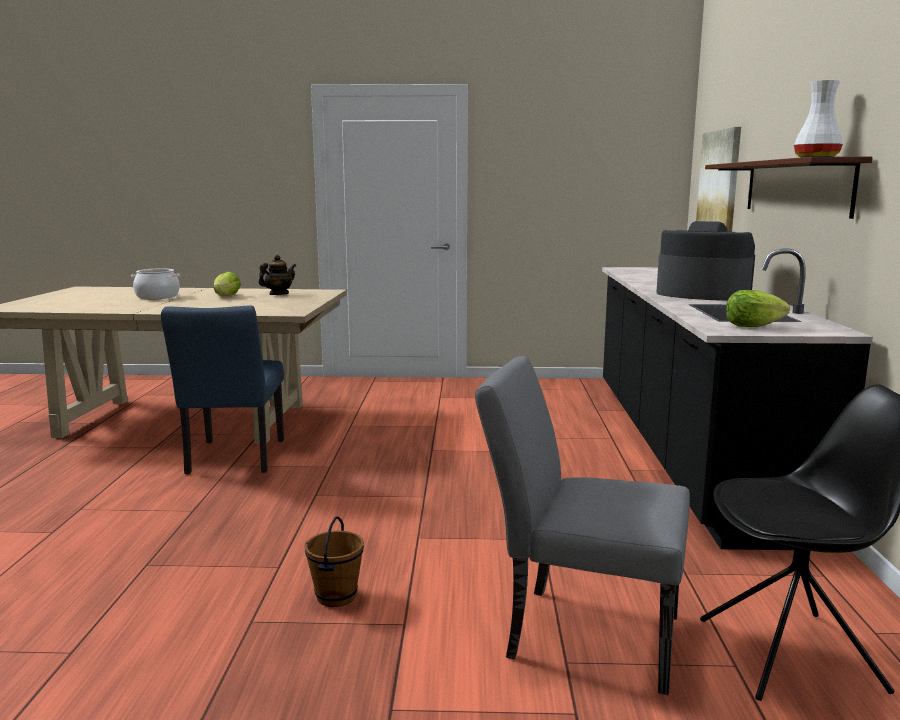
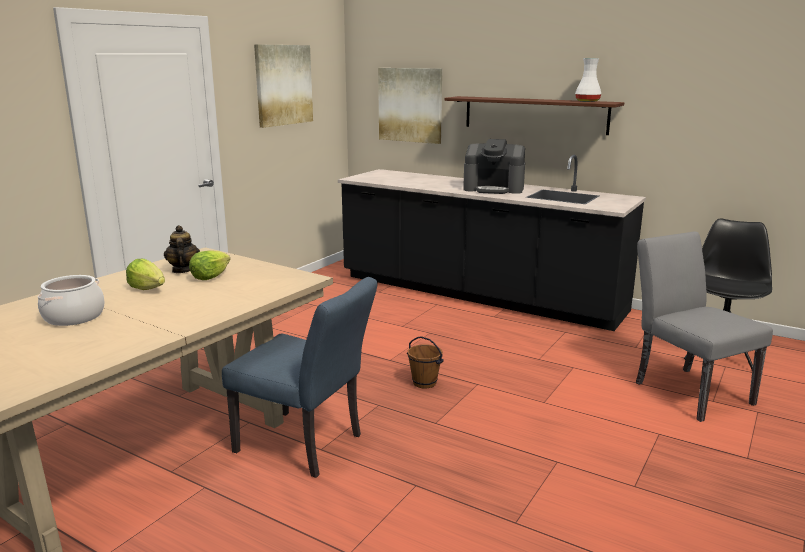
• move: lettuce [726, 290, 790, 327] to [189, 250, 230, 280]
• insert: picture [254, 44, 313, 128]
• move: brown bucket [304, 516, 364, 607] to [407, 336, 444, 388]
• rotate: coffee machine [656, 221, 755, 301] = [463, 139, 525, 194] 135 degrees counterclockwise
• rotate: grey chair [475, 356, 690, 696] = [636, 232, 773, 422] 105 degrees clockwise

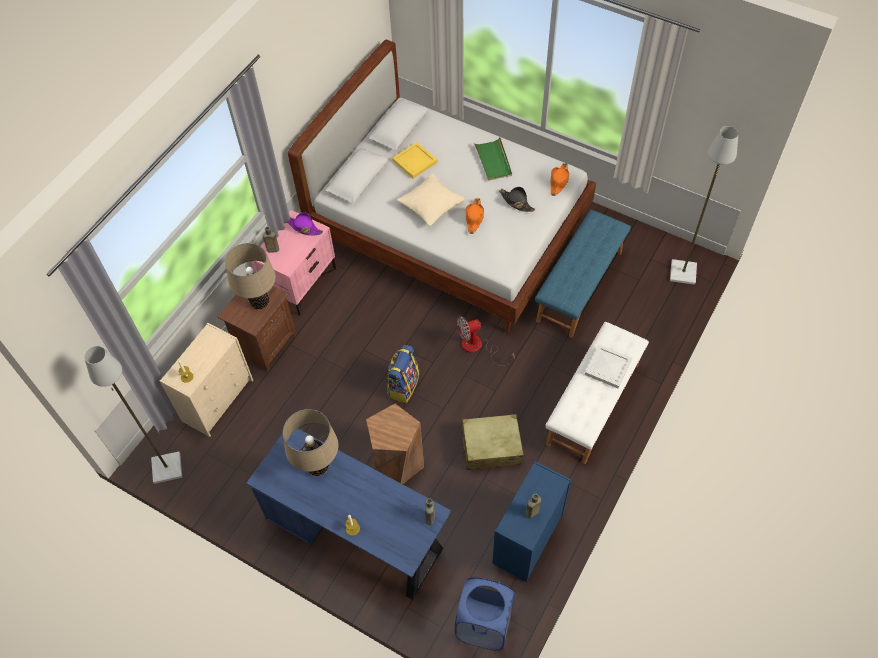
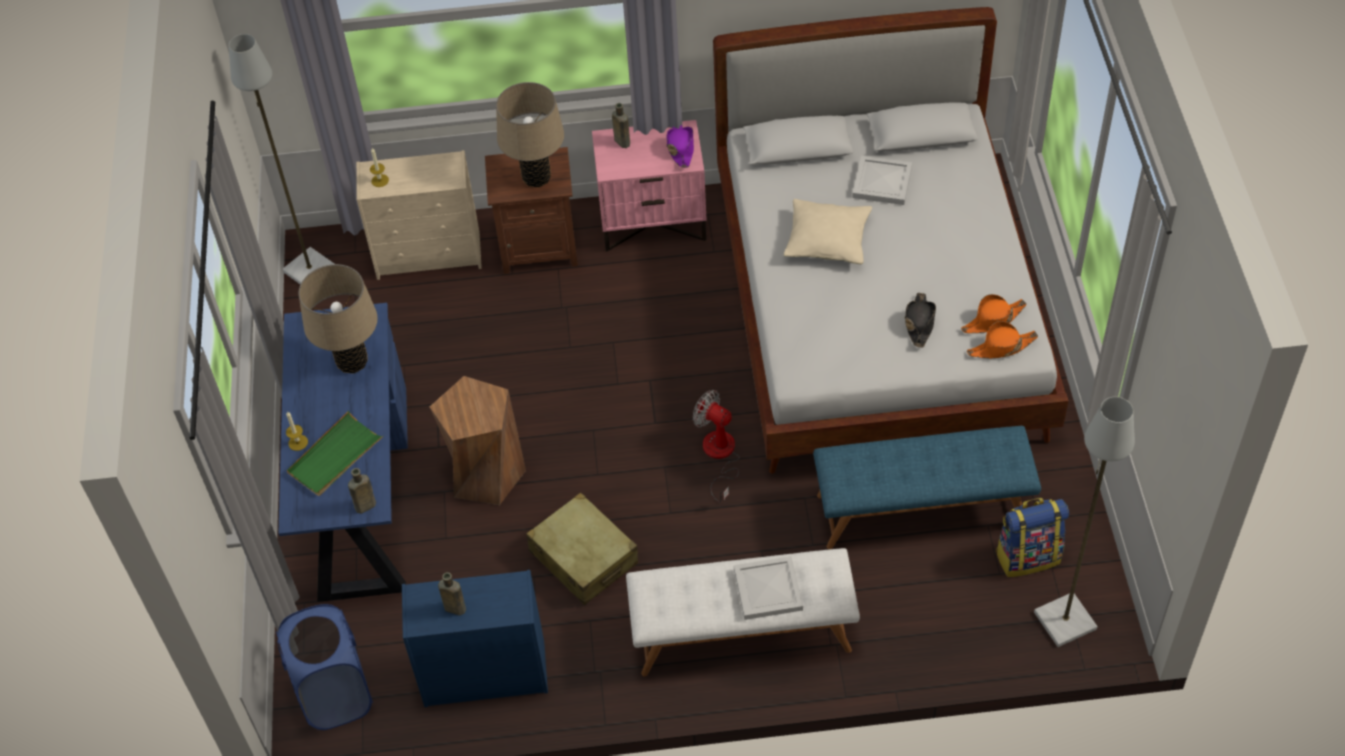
• move: green tray [474, 138, 512, 181] to [287, 411, 383, 496]
• recolor: yellow tray [392, 142, 438, 179] to white tray [852, 156, 912, 205]
• move: orange hat [465, 198, 484, 234] to [961, 294, 1027, 333]
• move: backpack [387, 345, 419, 403] to [996, 498, 1069, 577]

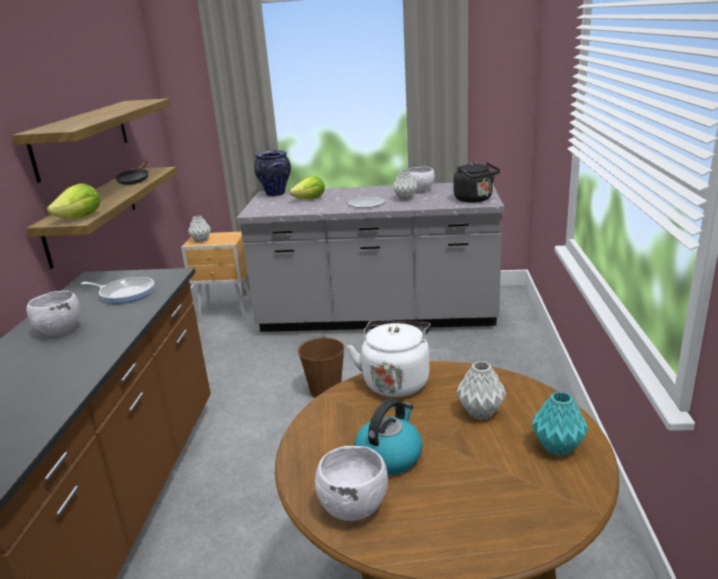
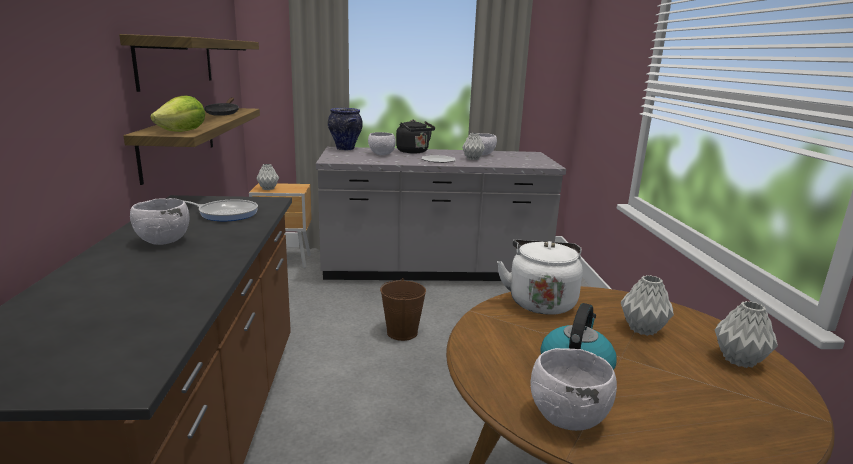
• replace: lettuce [290, 176, 325, 200] to white bowl [368, 132, 396, 155]
• move: black kettle [454, 162, 500, 203] to [396, 120, 435, 153]
• recolor: turquoise vase [532, 391, 588, 456] to grey vase [715, 301, 778, 368]

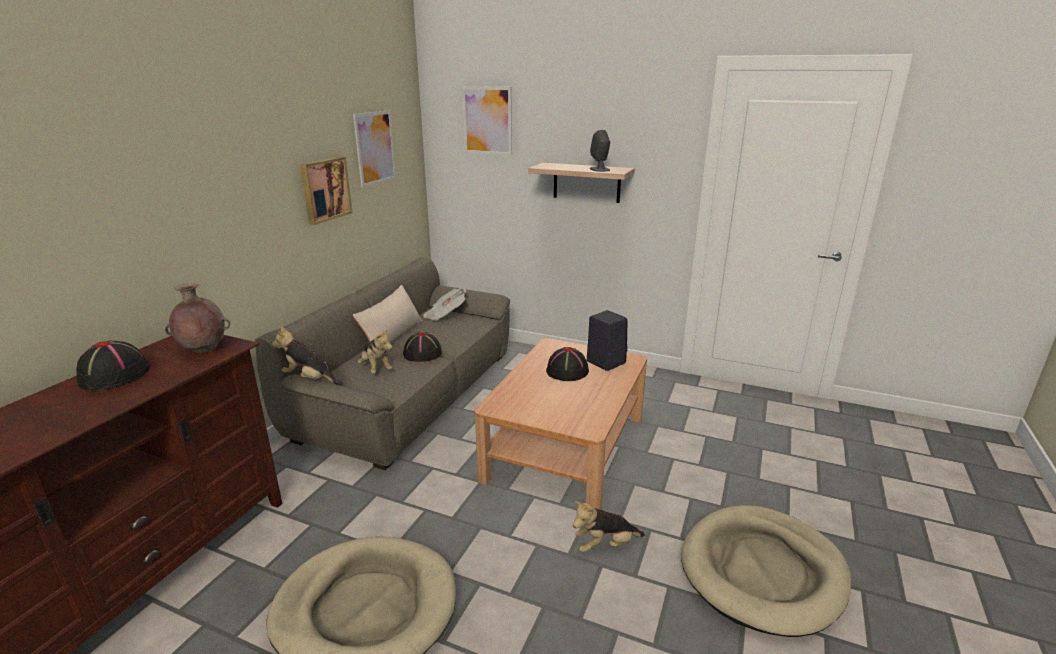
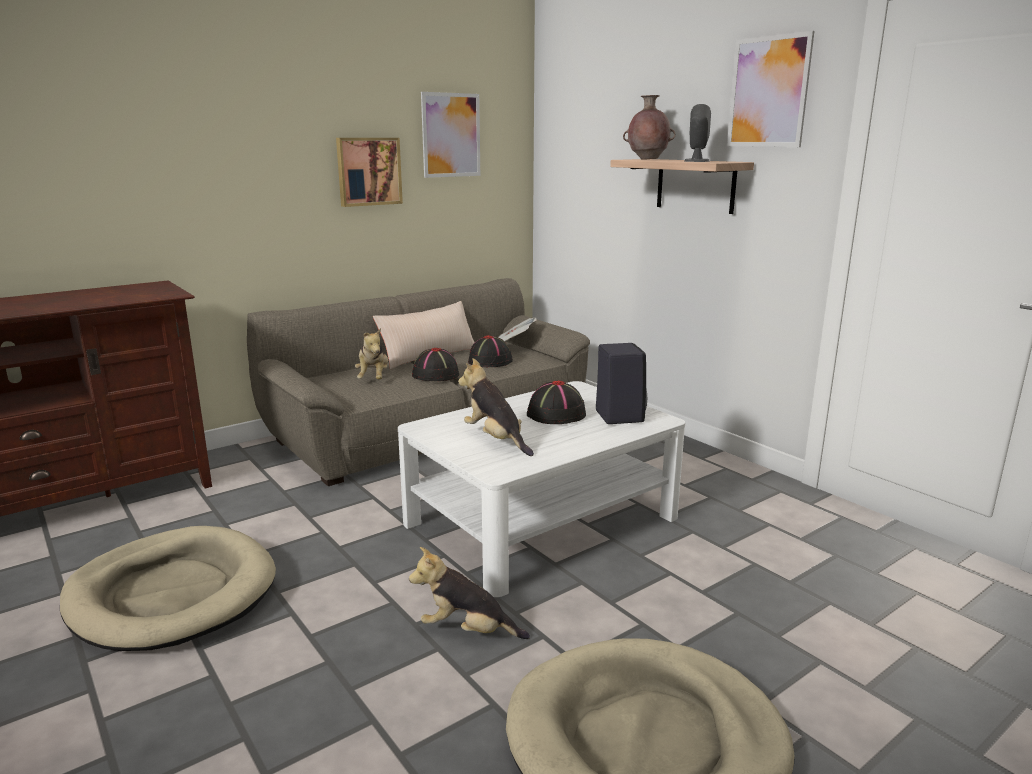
• recolor: brown coffee table [475, 338, 647, 510] to white coffee table [398, 381, 685, 597]
• move: plush toy [272, 326, 343, 386] to [458, 358, 534, 456]
• move: black hat [76, 340, 150, 390] to [468, 335, 513, 367]
• move: brown vase [165, 283, 230, 353] to [623, 95, 676, 160]
• move: picture [462, 86, 512, 155] to [727, 31, 814, 147]

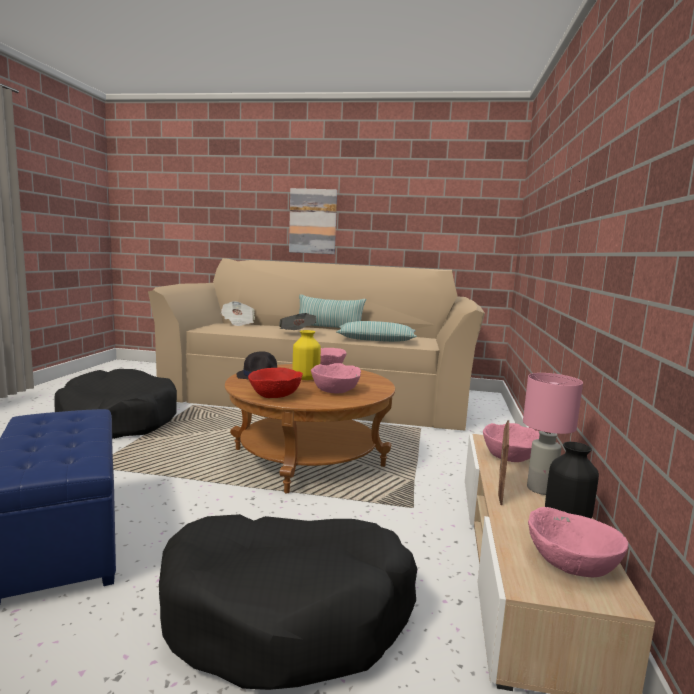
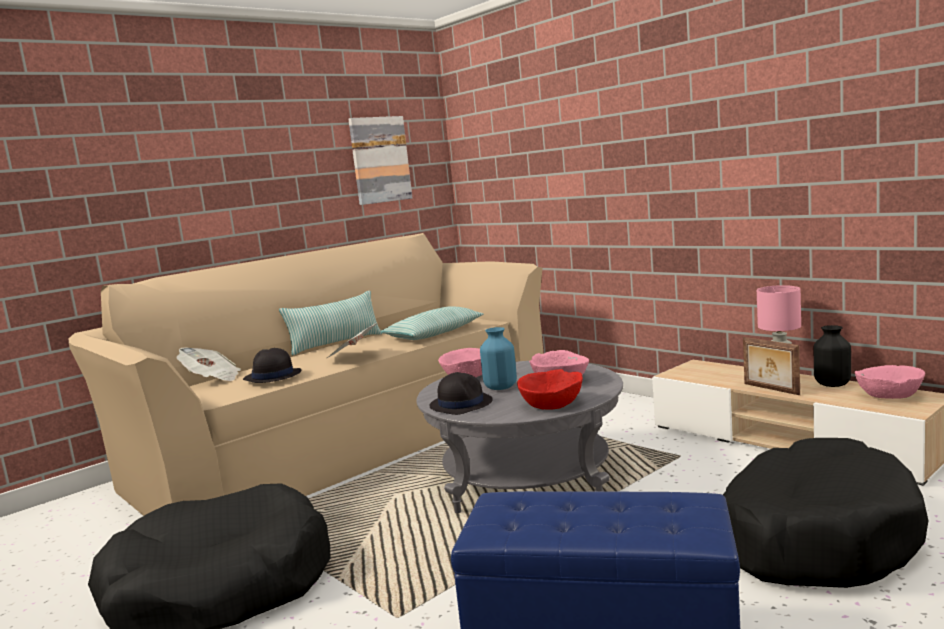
• insert: black hat [243, 348, 301, 383]
• move: picture [289, 188, 337, 254] to [348, 116, 412, 205]
• recolor: brown coffee table [225, 364, 395, 494] to grey coffee table [416, 361, 623, 513]
• recolor: yellow vase [293, 330, 321, 380] to blue vase [480, 327, 517, 390]
• delete: pink bowl [483, 423, 540, 462]

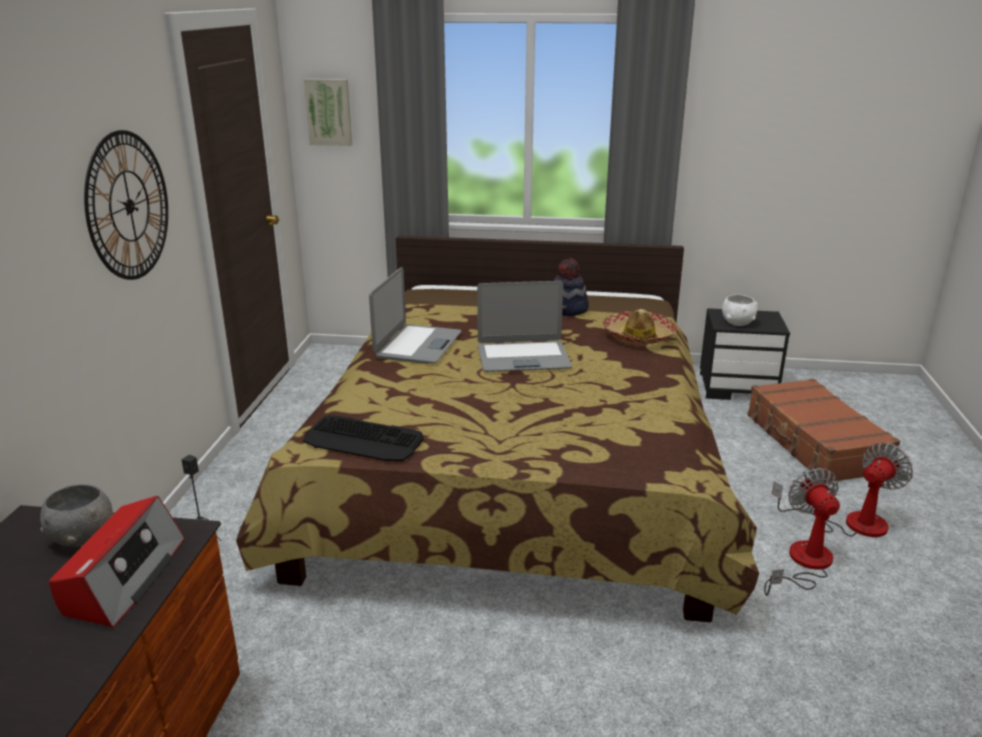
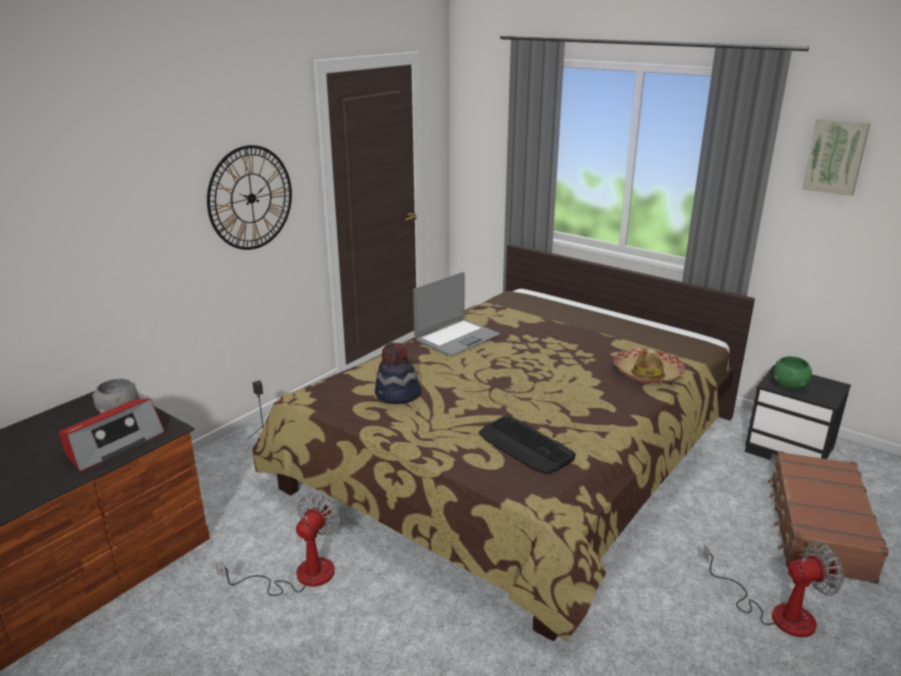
• move: fan [764, 468, 840, 596] to [215, 494, 341, 596]
• move: hat [554, 258, 589, 316] to [375, 343, 421, 404]
• move: keyboard [303, 415, 424, 461] to [479, 416, 576, 474]
• recolor: white bowl [722, 294, 758, 326] to green bowl [774, 356, 812, 390]
• move: picture [304, 79, 352, 146] to [802, 119, 870, 196]
• delete: laptop [477, 281, 572, 372]

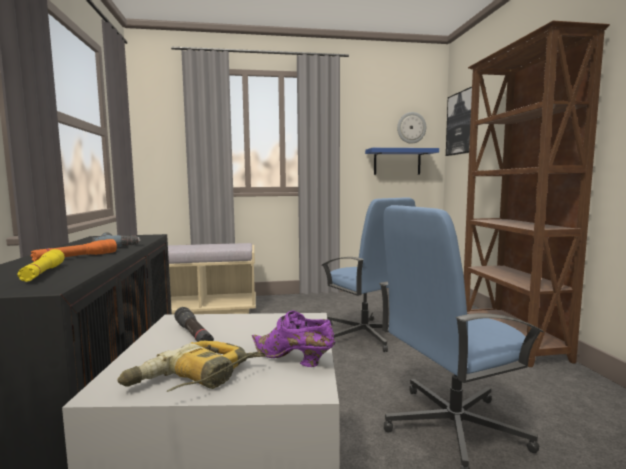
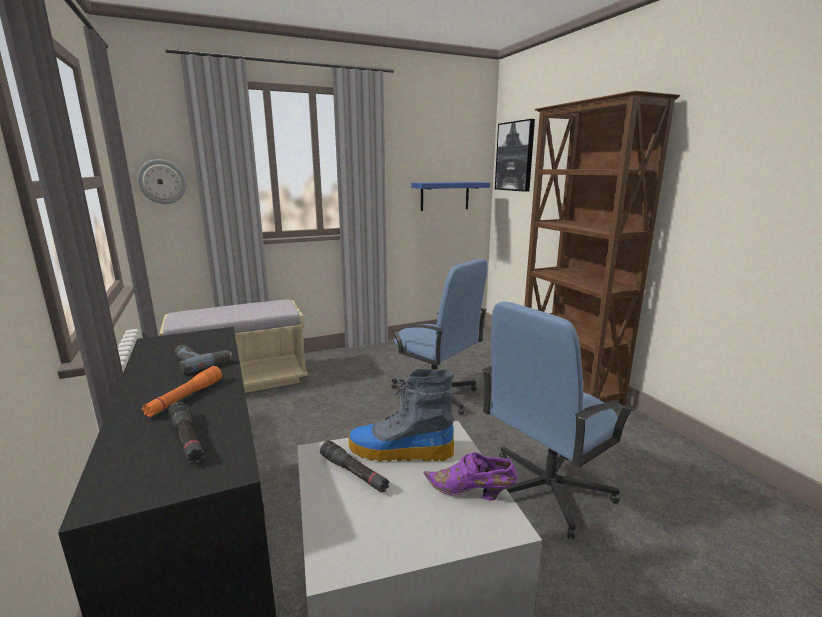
• move: wall clock [397, 112, 426, 144] to [137, 159, 187, 204]
• recolor: yellow flashlight [17, 249, 65, 282] to black flashlight [168, 402, 204, 465]
• insert: boot [349, 369, 454, 462]
• delete: power drill [117, 341, 265, 392]

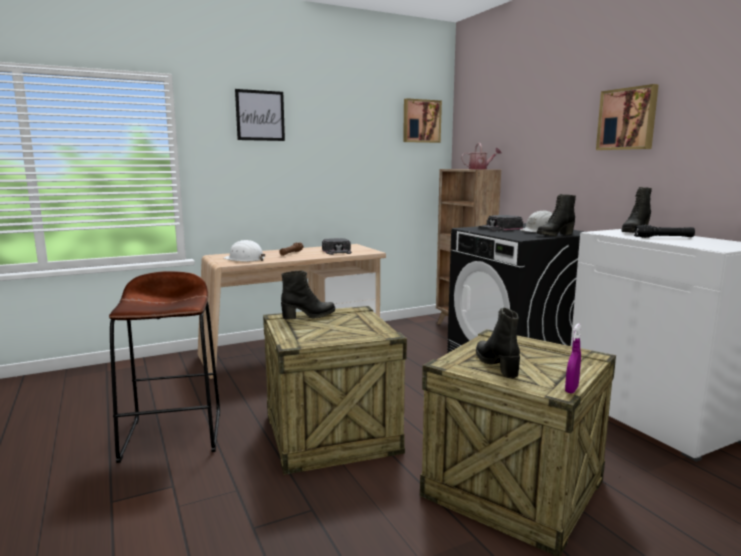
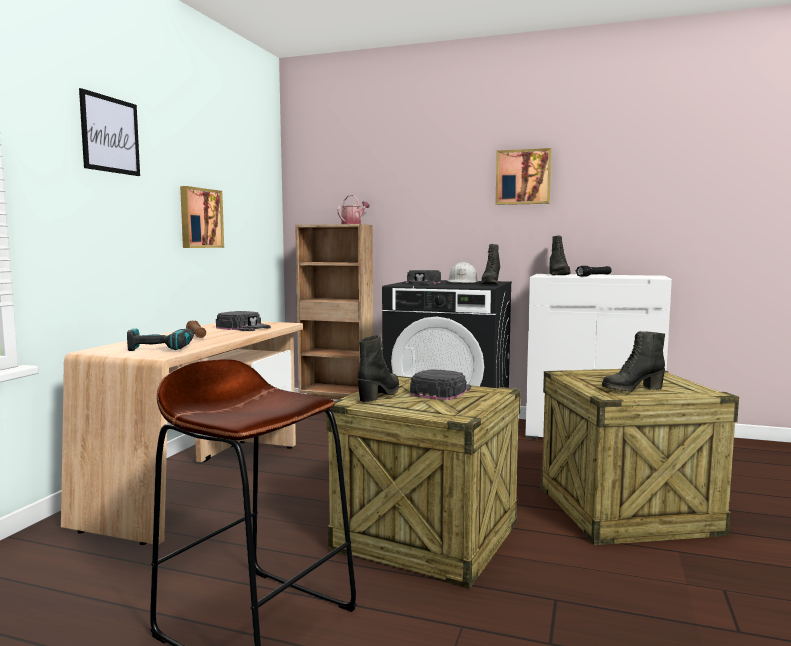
• replace: white hard hat [224, 240, 265, 262] to power drill [127, 329, 194, 351]
• move: picture [403, 98, 442, 143] to [180, 186, 224, 248]
• insert: black cap [410, 369, 471, 400]
• rotate: black boot [476, 308, 520, 378] = [602, 331, 665, 392] 45 degrees counterclockwise
• delete: purple spray bottle [565, 323, 581, 393]

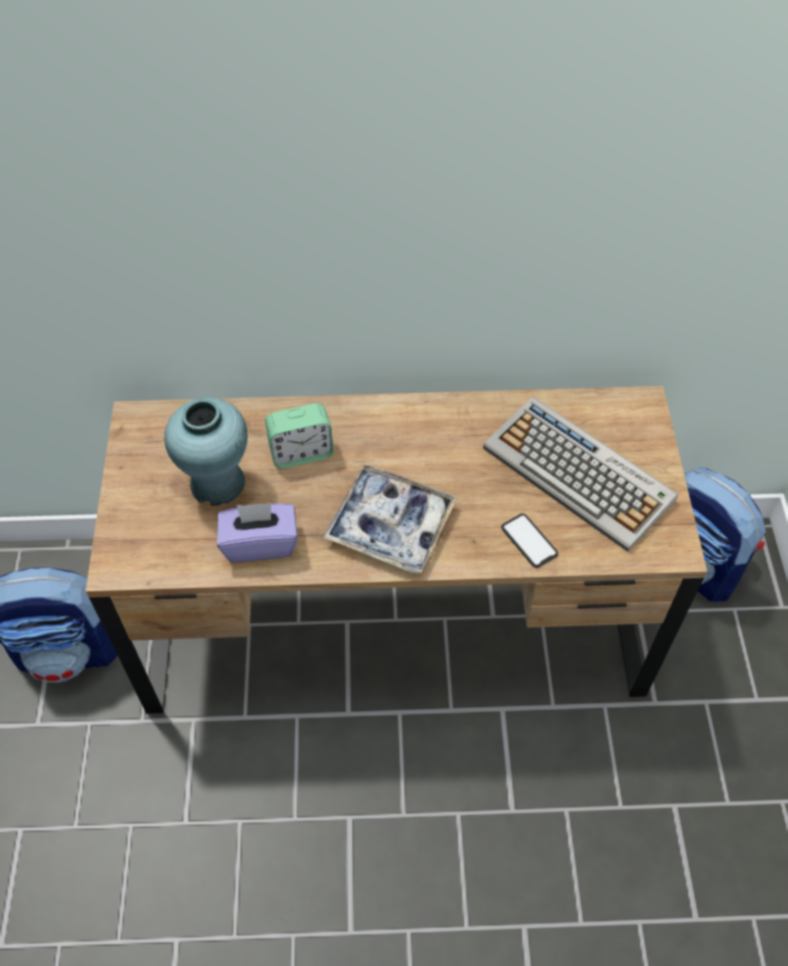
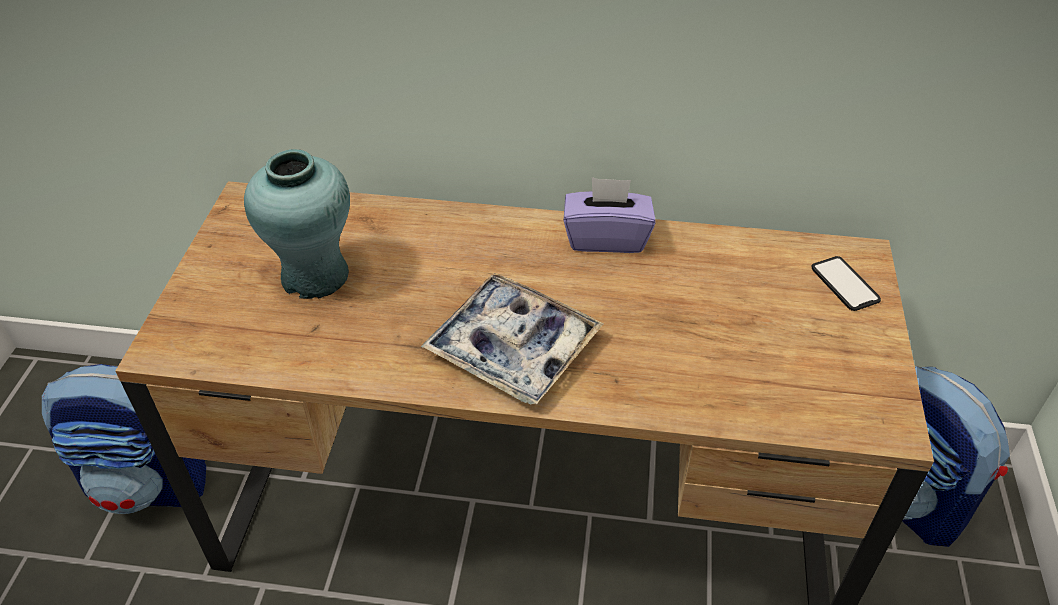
• move: purple tissue box [217, 503, 298, 562] to [563, 177, 656, 253]
• move: phone [501, 513, 558, 568] to [811, 256, 881, 311]
• delete: alarm clock [265, 403, 333, 468]
• delete: keyboard [483, 397, 678, 552]

